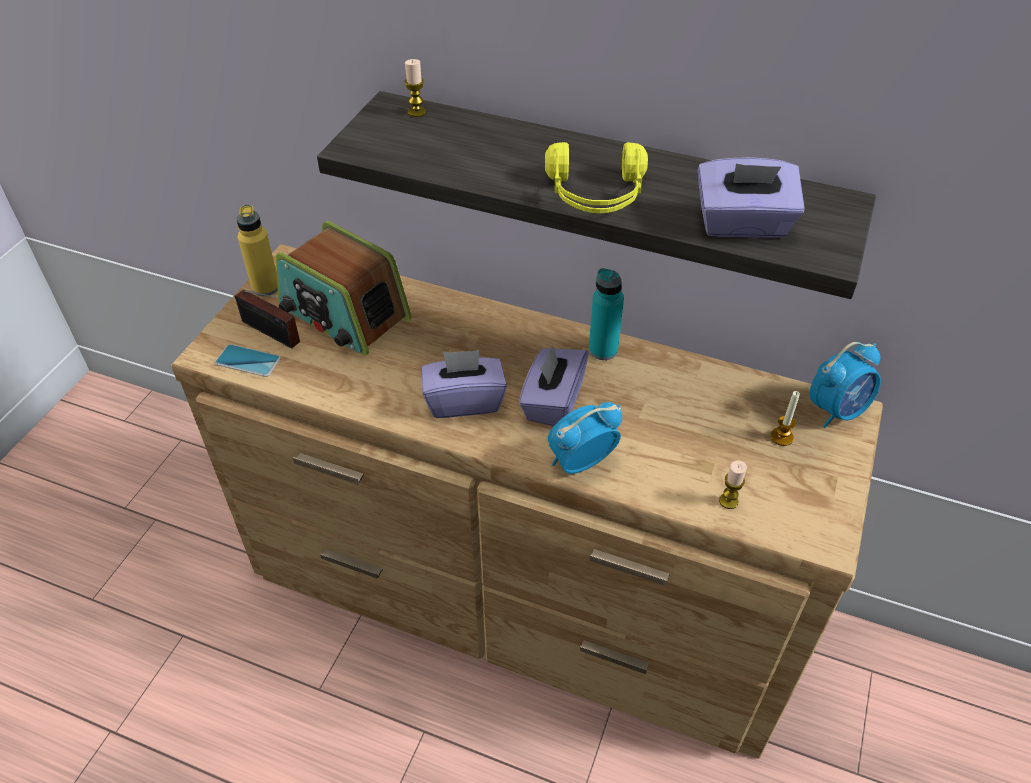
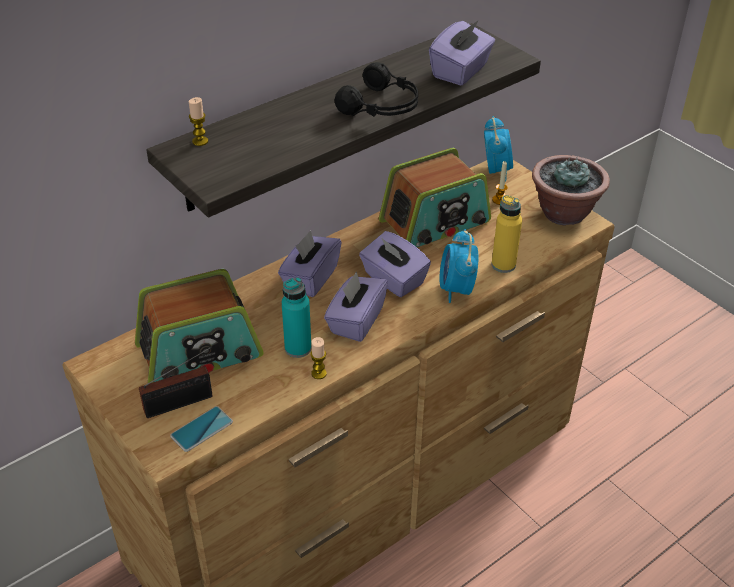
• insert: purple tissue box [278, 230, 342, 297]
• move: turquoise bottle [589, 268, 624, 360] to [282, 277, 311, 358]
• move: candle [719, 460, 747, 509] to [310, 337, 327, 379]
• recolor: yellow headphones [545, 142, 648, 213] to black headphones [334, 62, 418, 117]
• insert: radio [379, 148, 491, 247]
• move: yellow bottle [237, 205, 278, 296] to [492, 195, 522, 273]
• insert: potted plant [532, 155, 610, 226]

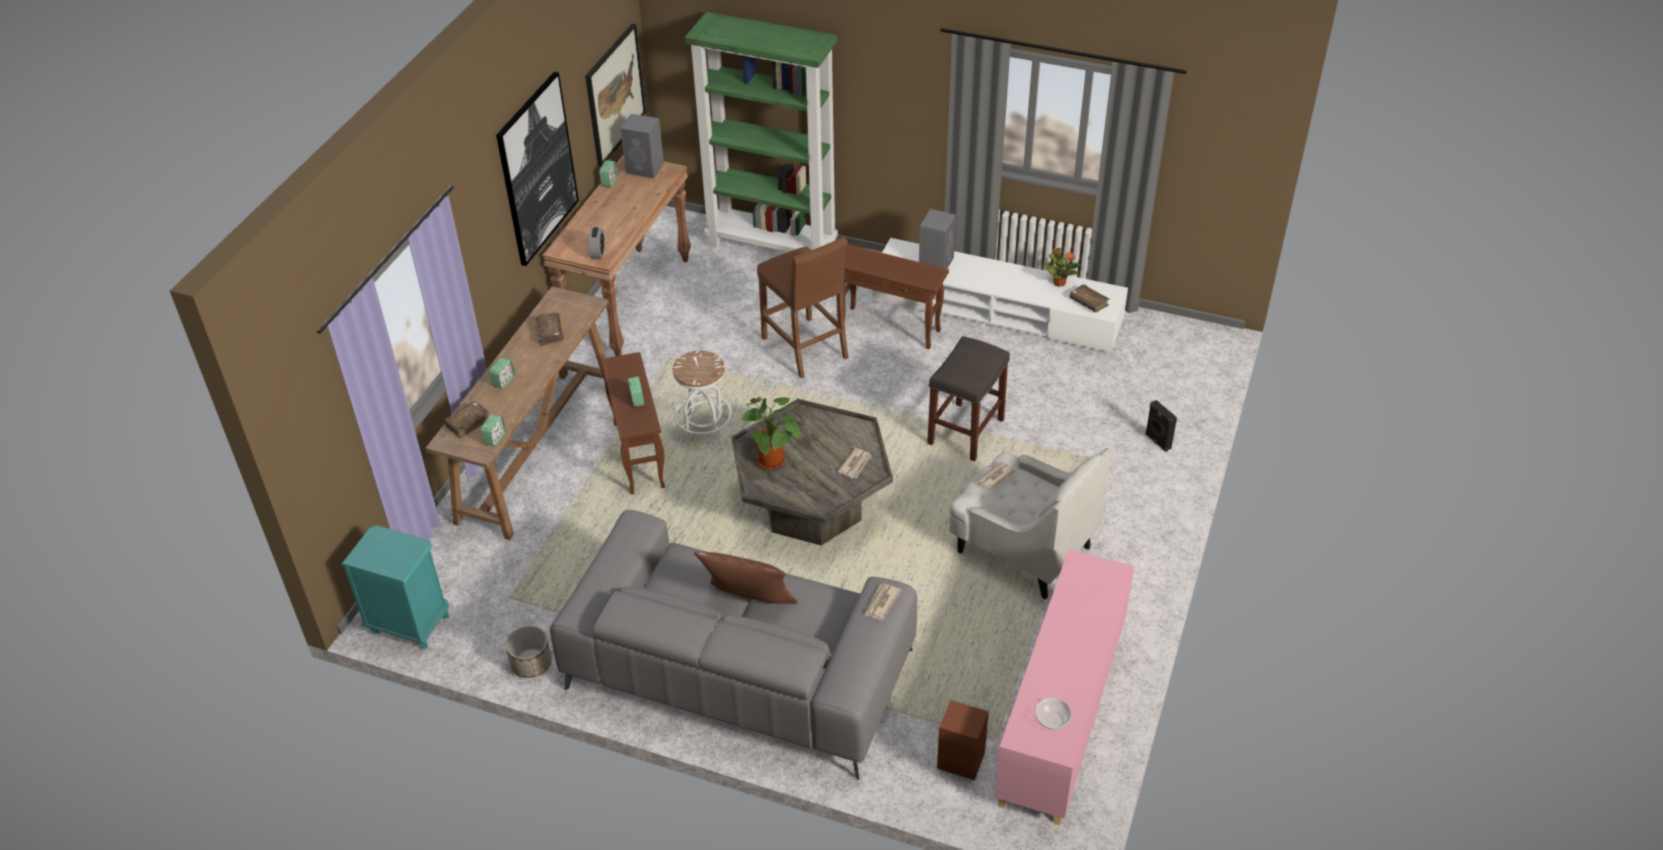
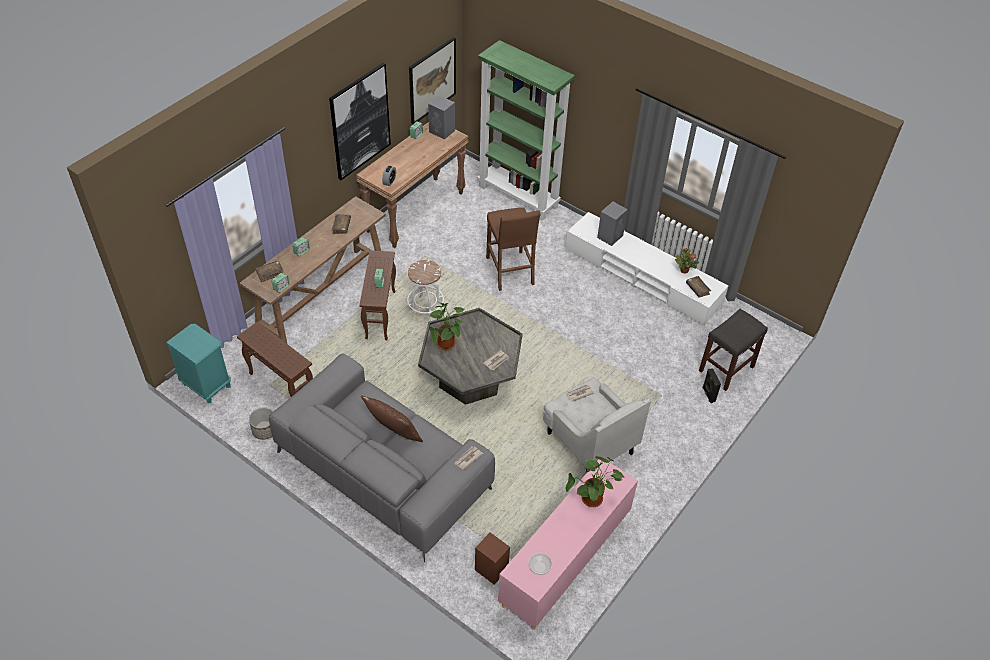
• move: brown side table [843, 244, 949, 349] to [237, 321, 313, 397]
• insert: potted plant [565, 456, 625, 507]
• move: grey stool [927, 336, 1010, 461] to [699, 309, 768, 391]

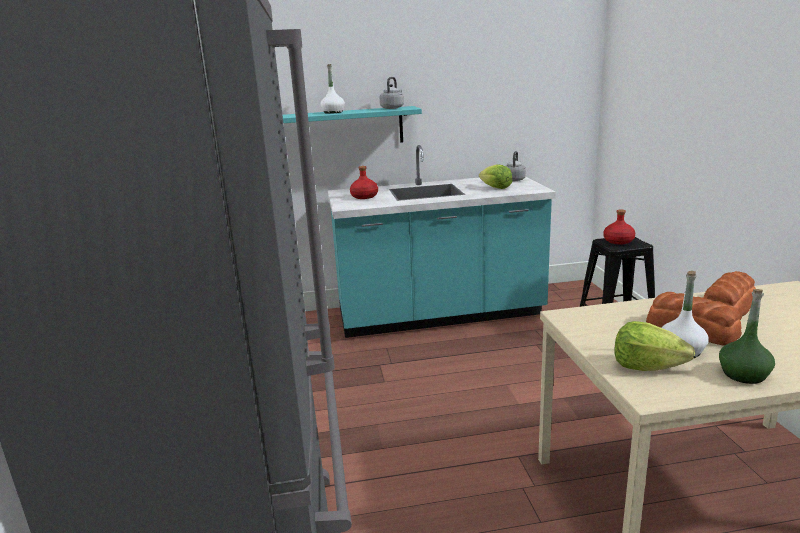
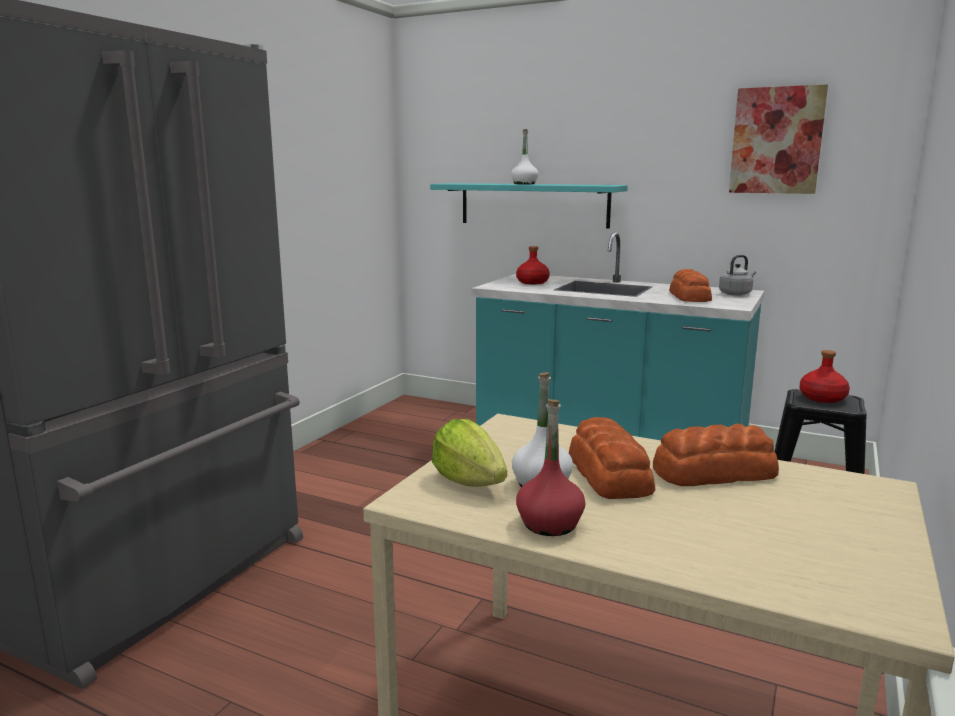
• recolor: green bottle [719, 289, 775, 384] to red bottle [516, 399, 585, 536]
• replace: lettuce [479, 164, 512, 189] to bread [669, 269, 712, 302]
• insert: picture [729, 84, 828, 194]
• delete: grey kettle [379, 77, 404, 109]

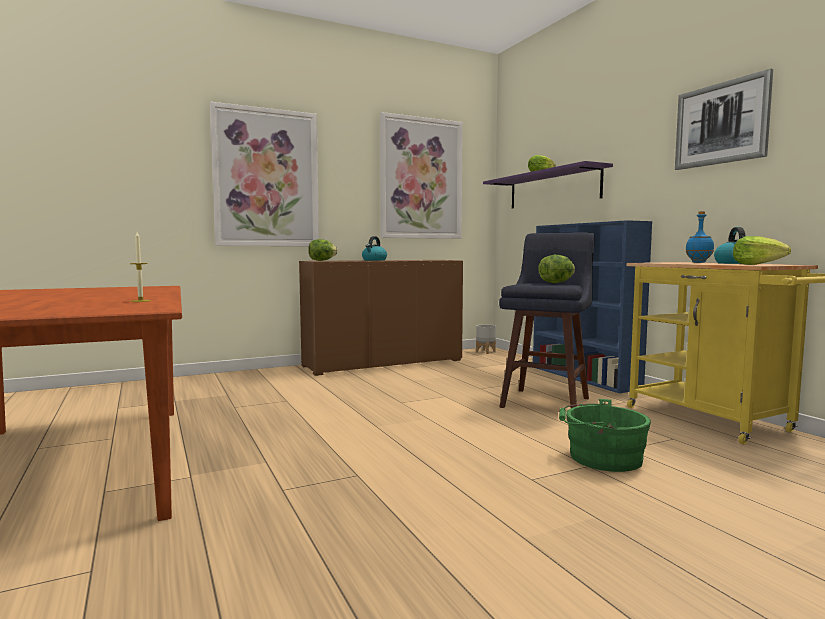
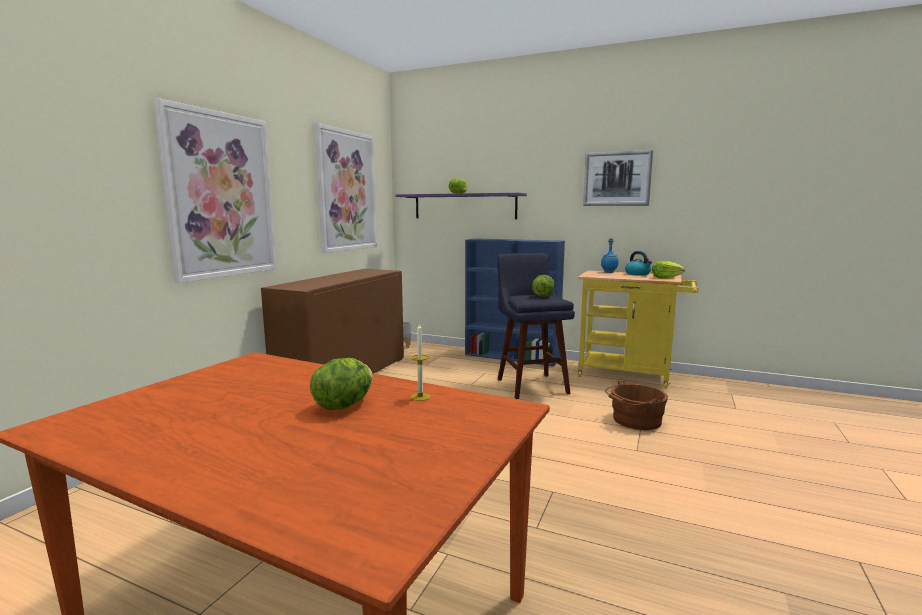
• move: lettuce [308, 239, 338, 261] to [310, 358, 373, 410]
• recolor: green bucket [559, 399, 651, 472] to brown bucket [605, 380, 668, 430]
• delete: kettle [362, 236, 387, 261]

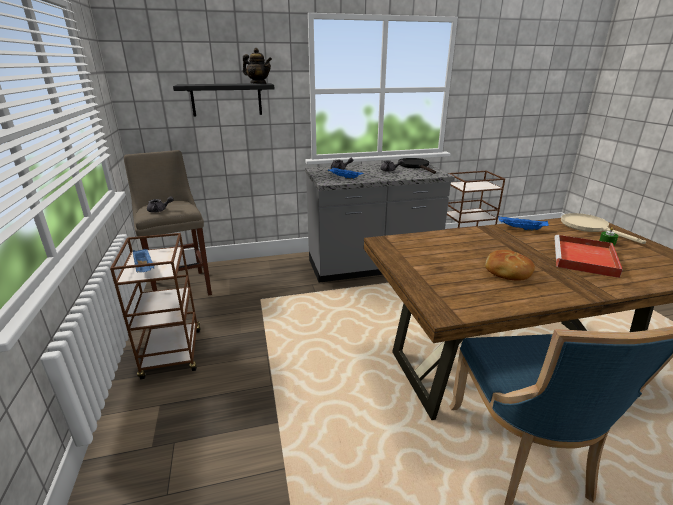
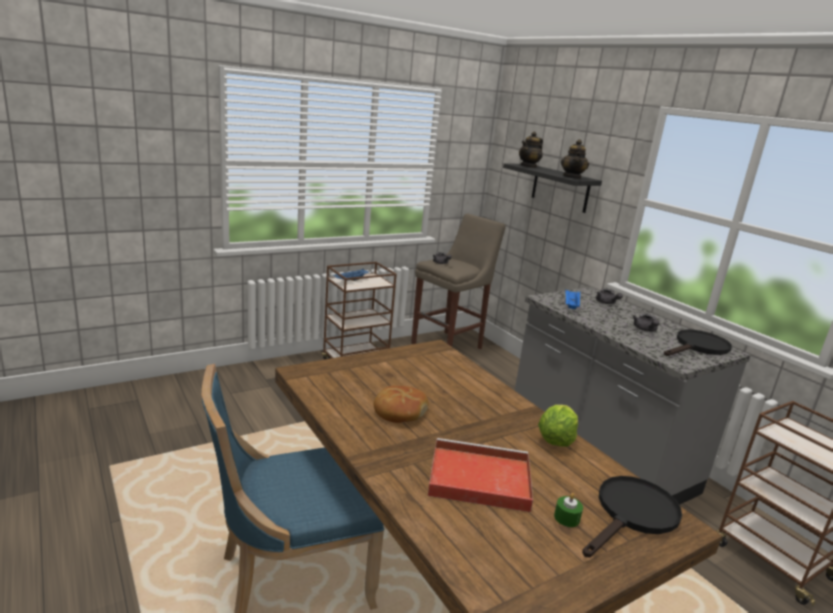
• insert: teapot [519, 131, 543, 168]
• replace: blue tray [498, 217, 549, 231] to lettuce [538, 405, 578, 447]
• recolor: beige frying pan [561, 213, 646, 244] to black frying pan [582, 476, 682, 558]

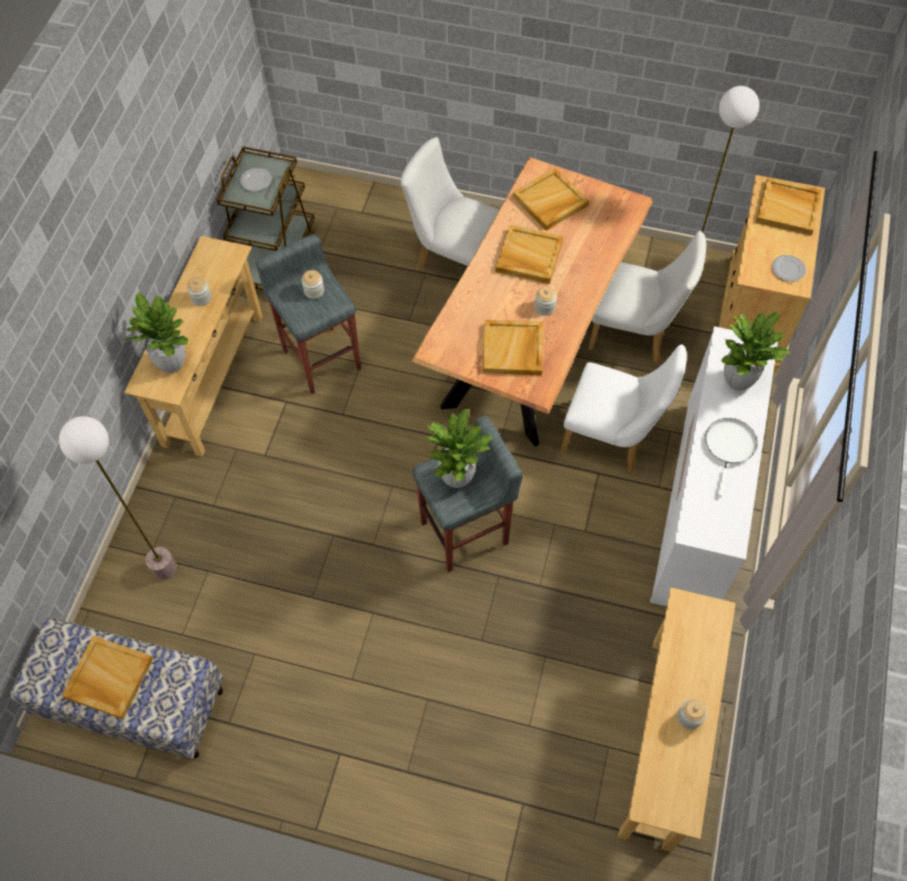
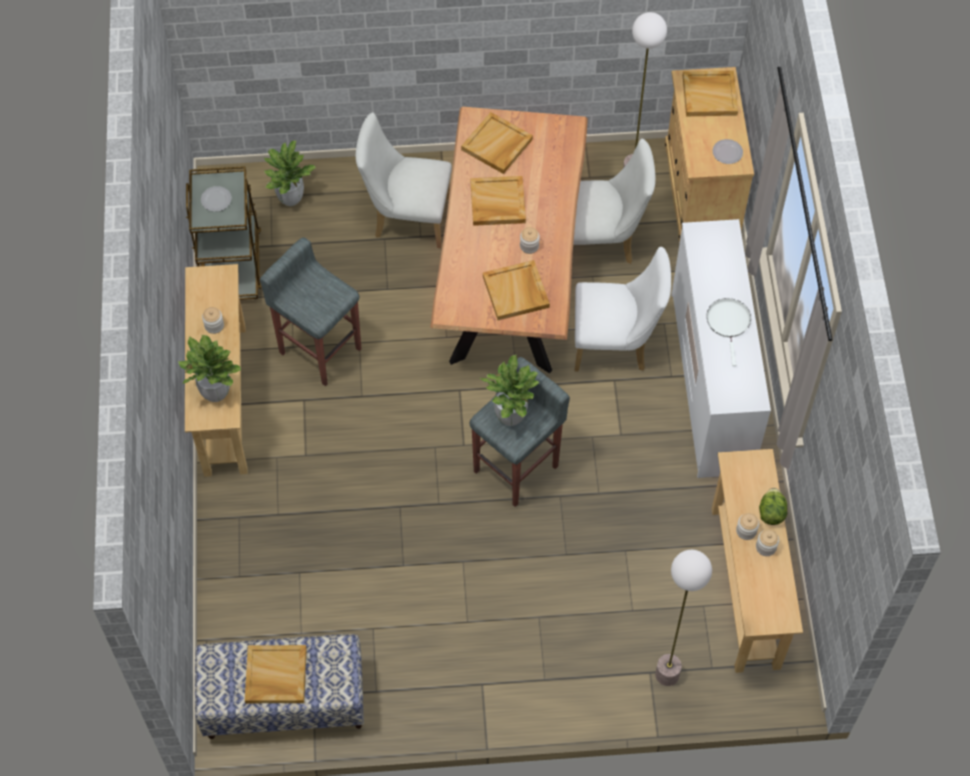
• move: potted plant [720, 312, 790, 390] to [264, 140, 316, 206]
• move: floor lamp [59, 416, 177, 580] to [655, 550, 712, 686]
• move: jar [301, 270, 324, 299] to [736, 513, 759, 540]
• insert: lettuce [759, 488, 787, 525]

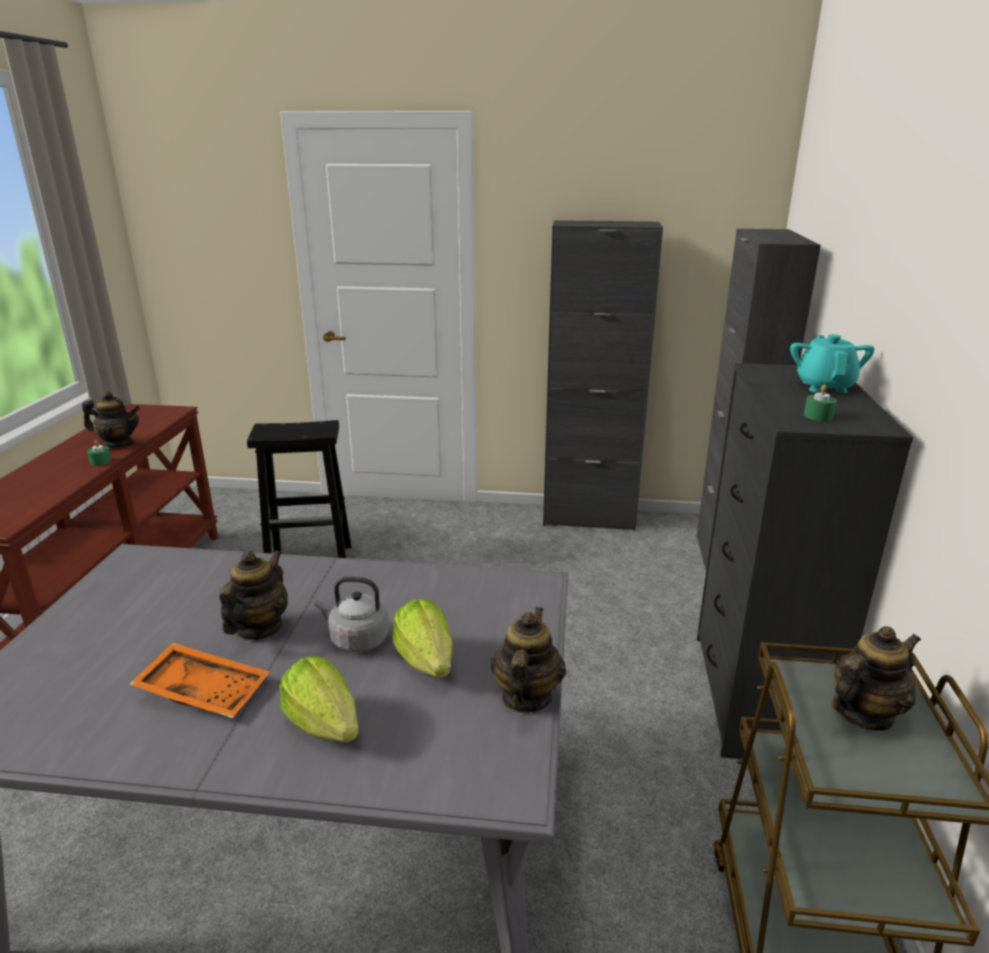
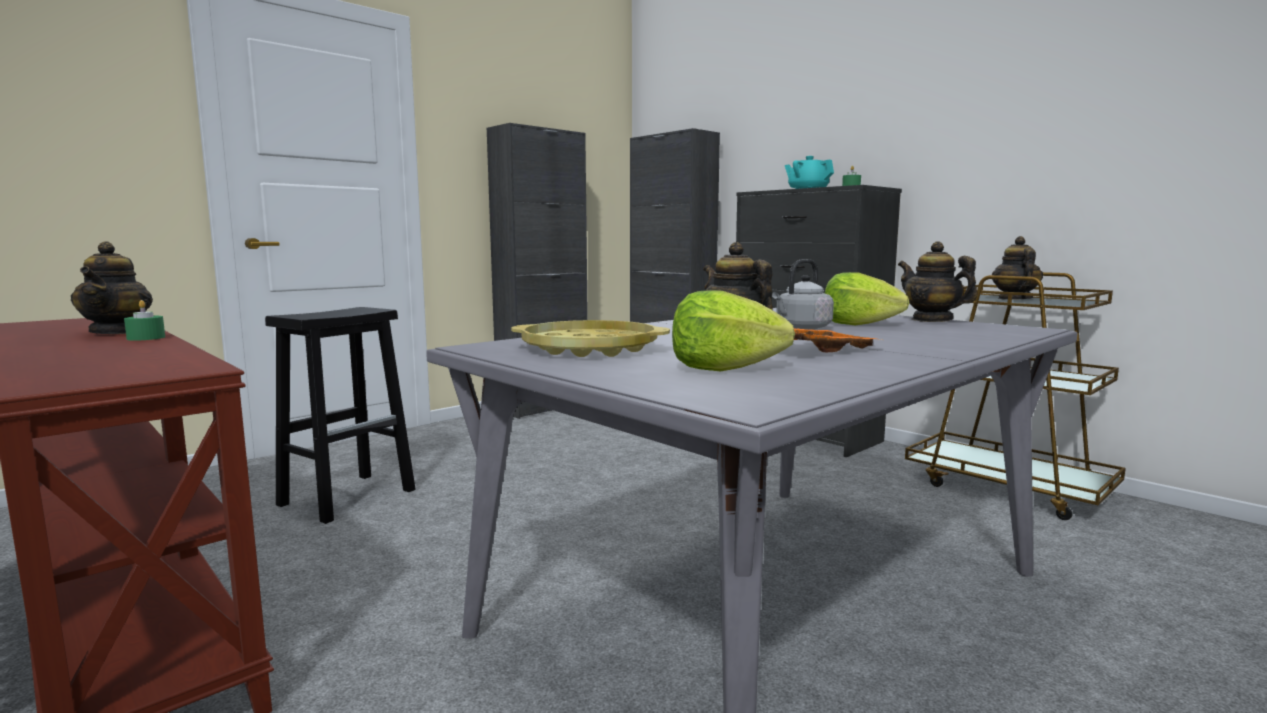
• rotate: teapot [82, 391, 140, 448] = [71, 241, 153, 334] 120 degrees clockwise
• insert: yellow tray [511, 320, 670, 357]
• move: lettuce [279, 656, 358, 742] to [672, 290, 795, 371]

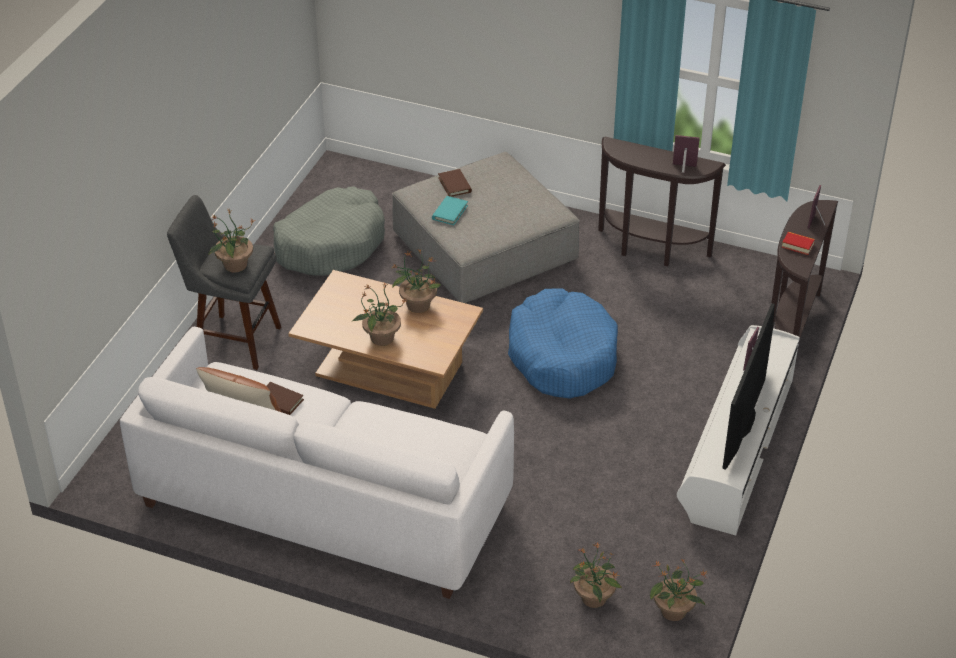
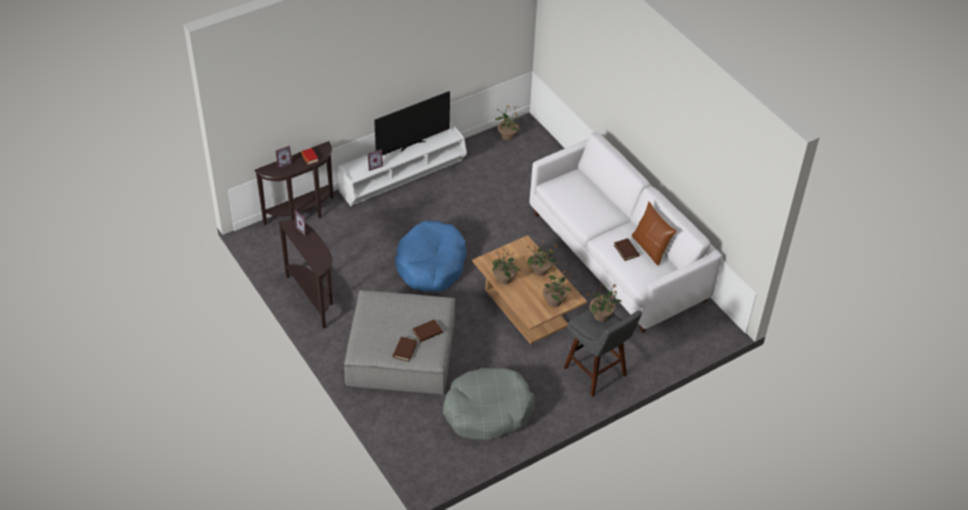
• recolor: turquoise book [432, 196, 468, 225] to brown book [413, 319, 443, 342]
• move: potted plant [570, 542, 622, 608] to [543, 267, 572, 307]

